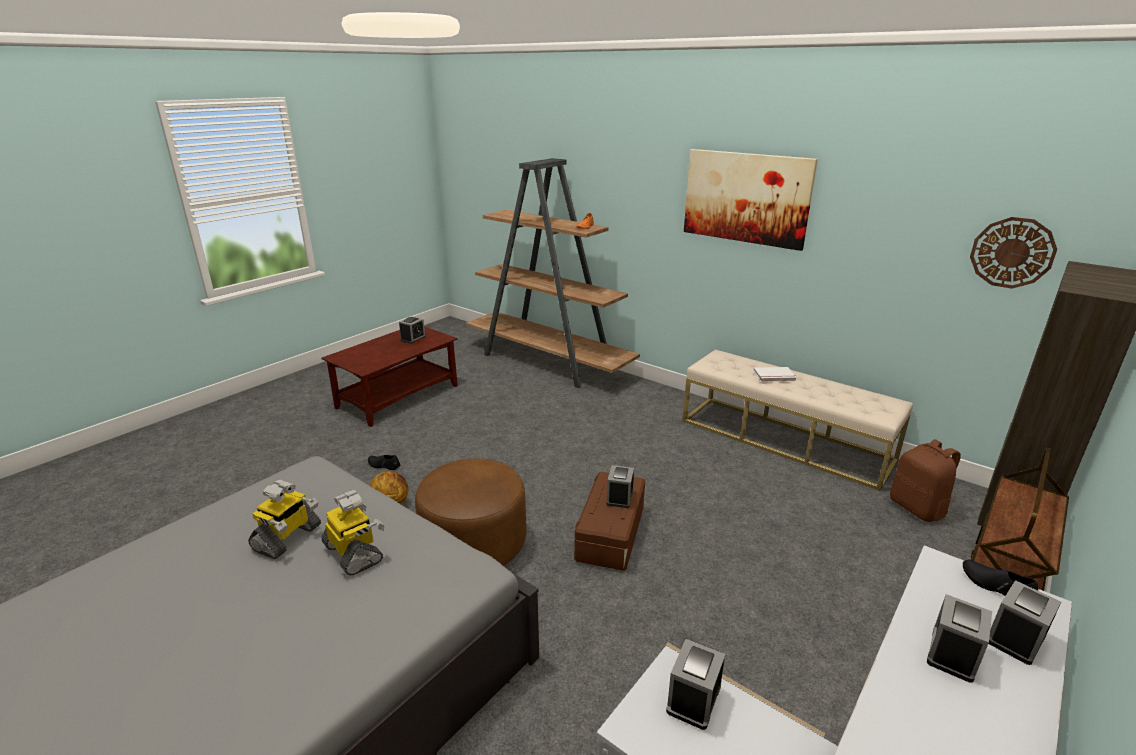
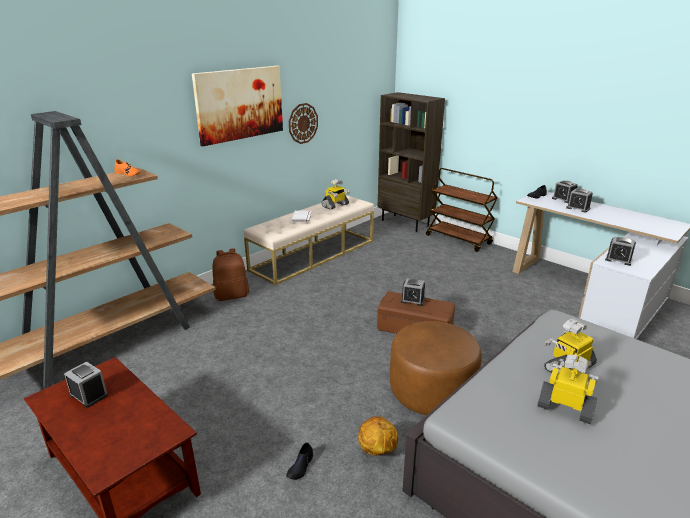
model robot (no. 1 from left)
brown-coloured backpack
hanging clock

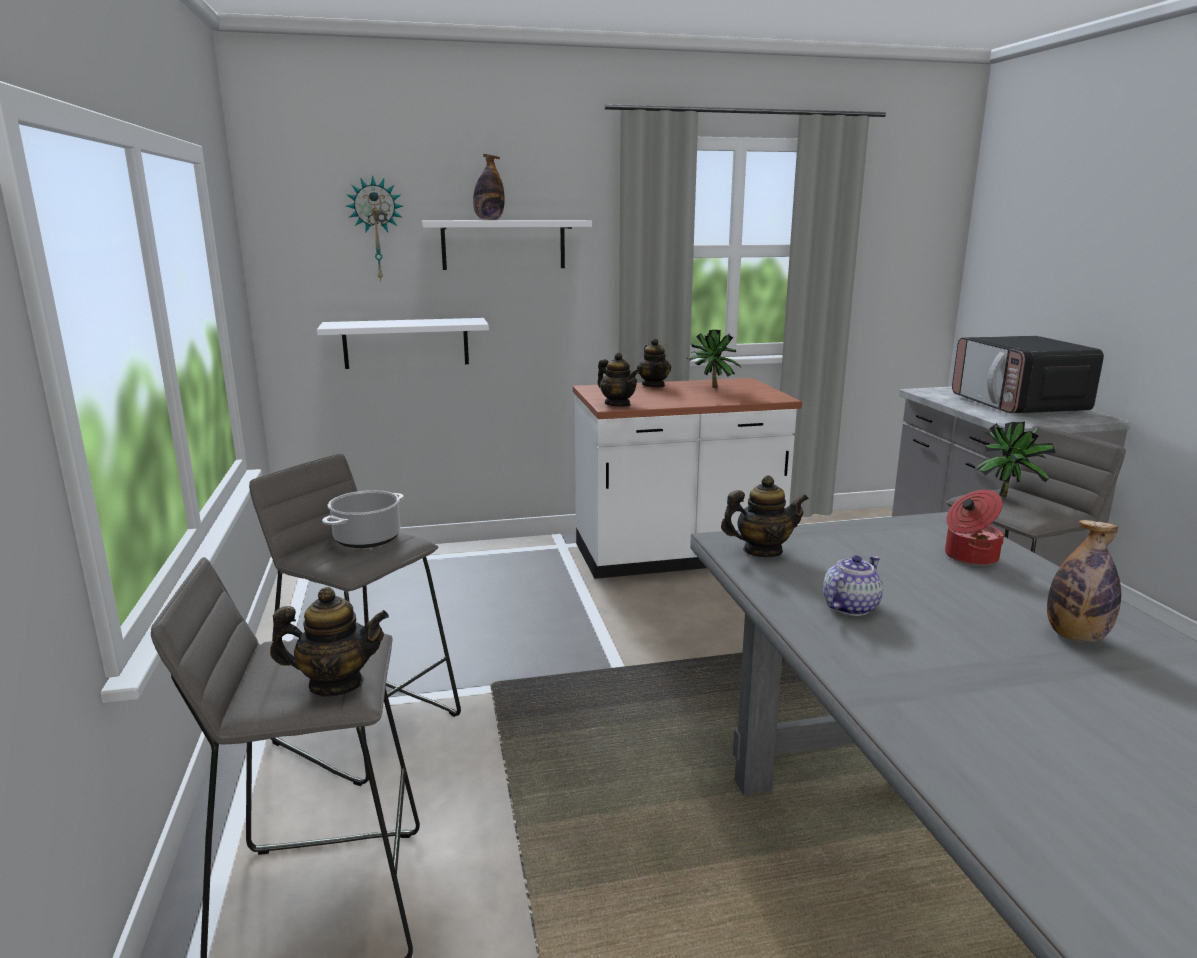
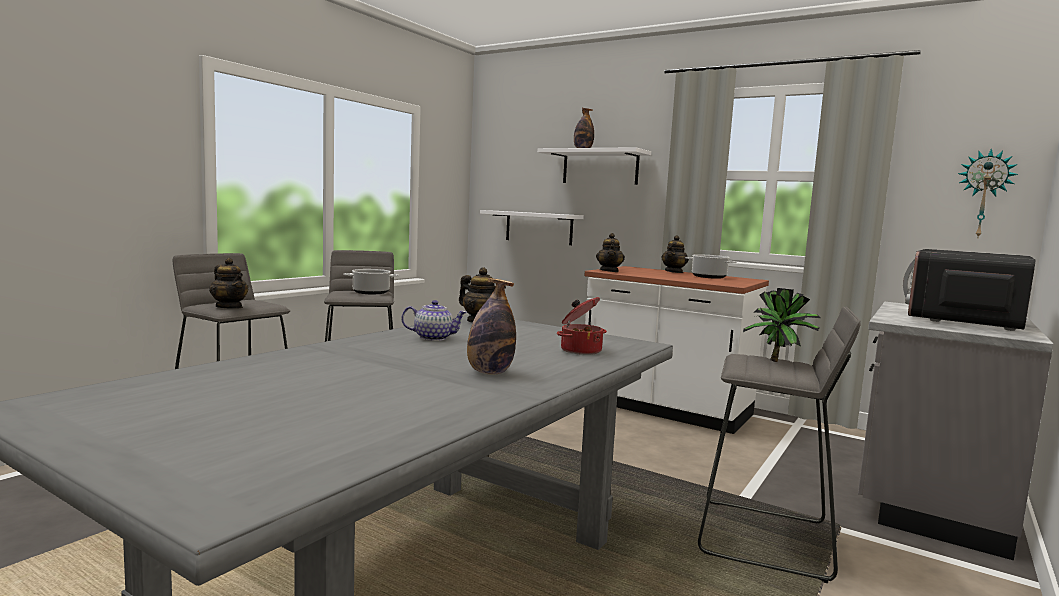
hanging clock
cooking pot (no. 3 from left)

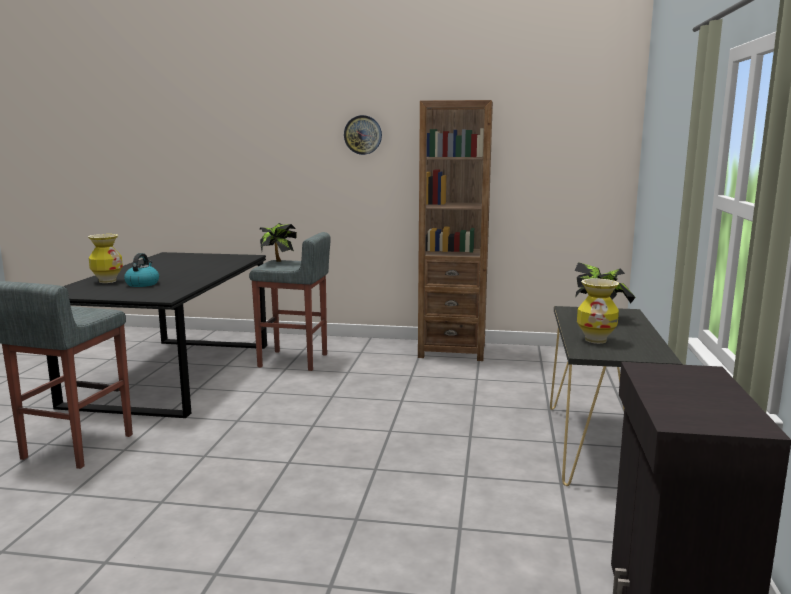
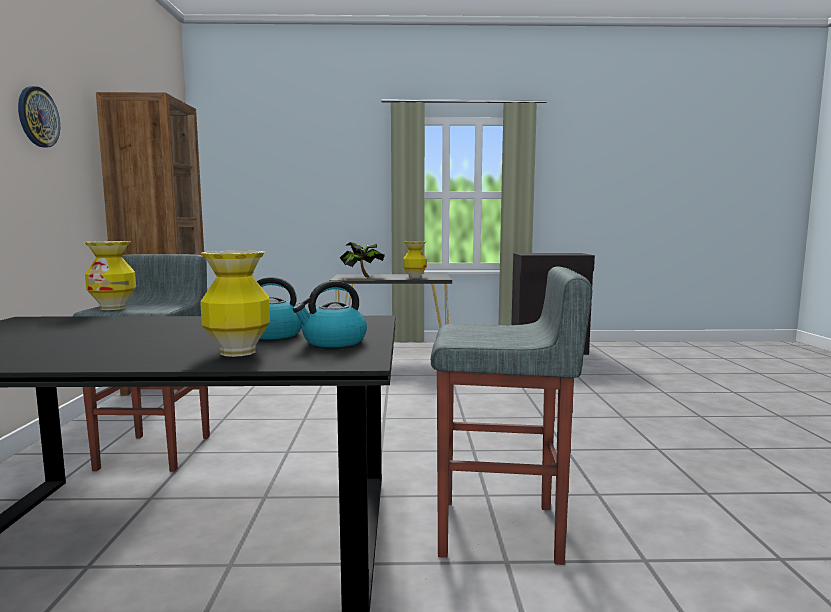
tea kettle (no. 2 from left)
vase (no. 1 from left)

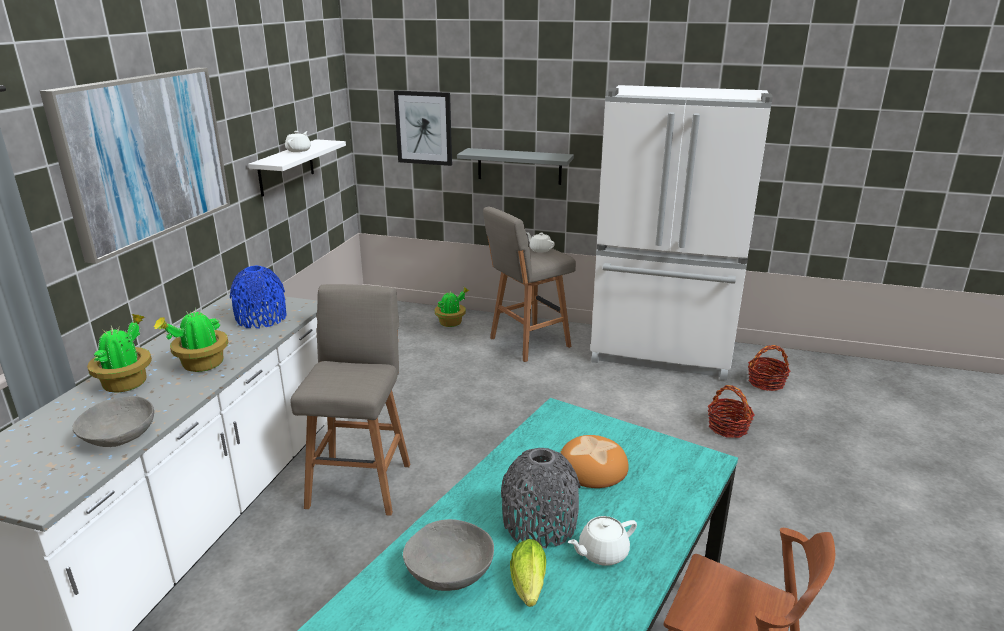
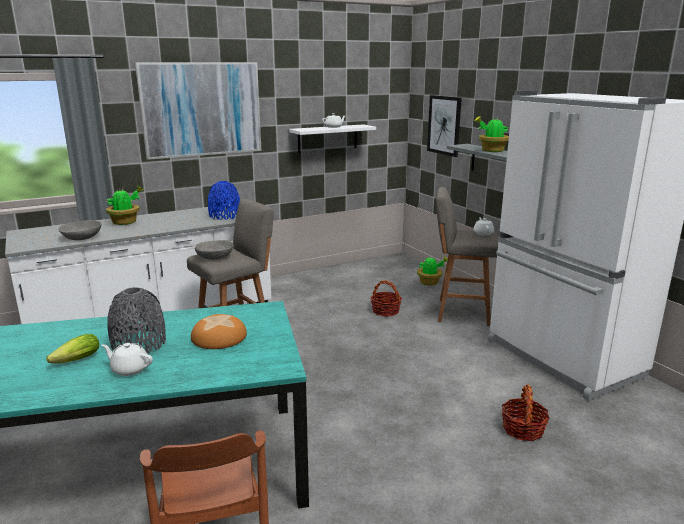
houseplant (no. 3 from left)
grey serving bowl (no. 2 from left)
household basket (no. 1 from left)

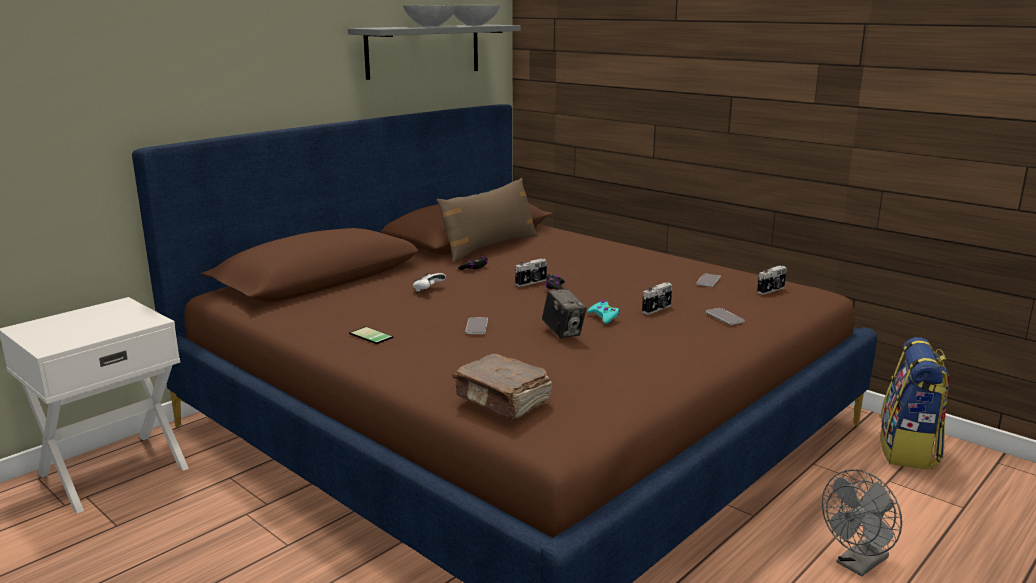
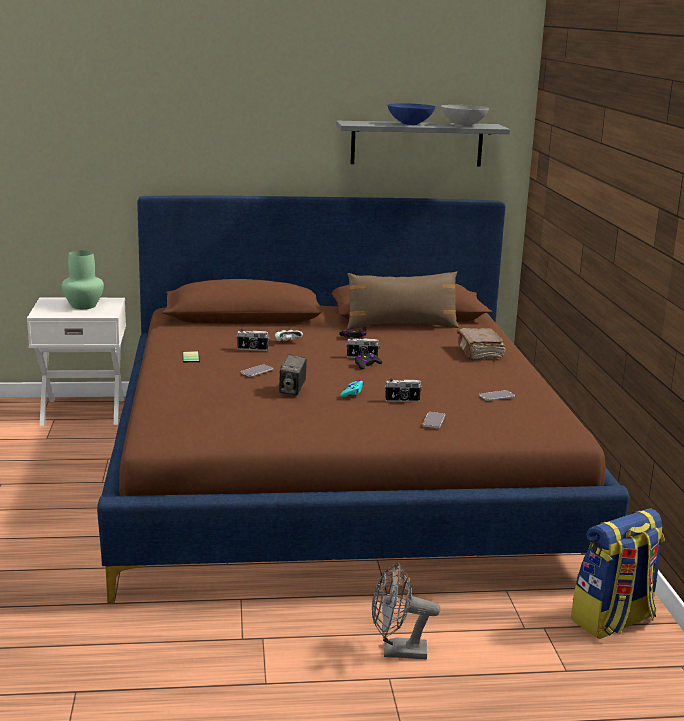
green-coloured vase
brown-coloured book
still camera (no. 1 from left)
blue-coloured serving bowl

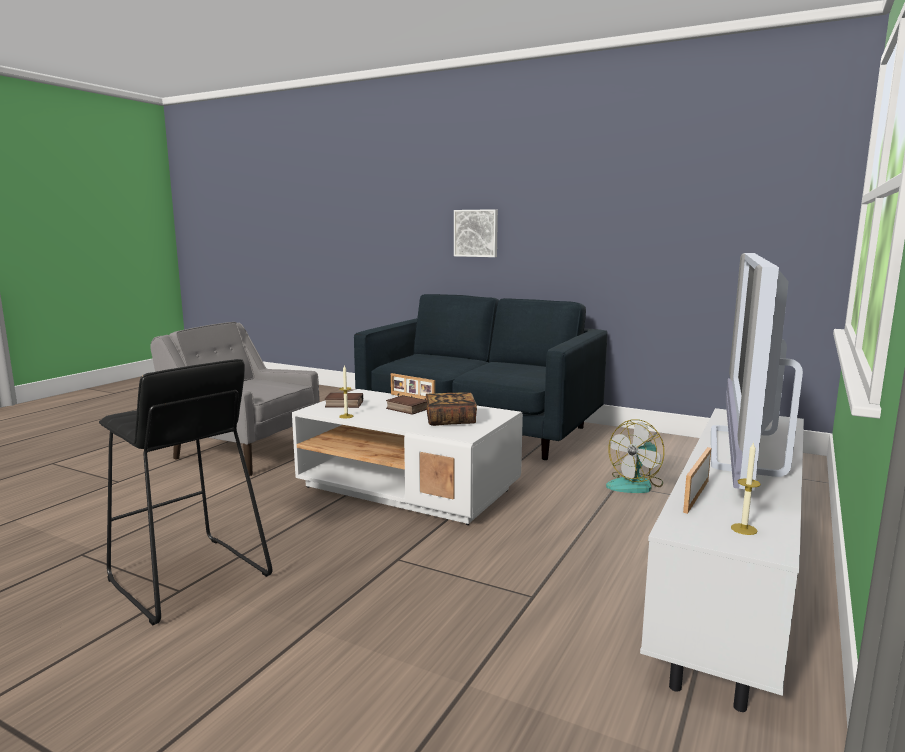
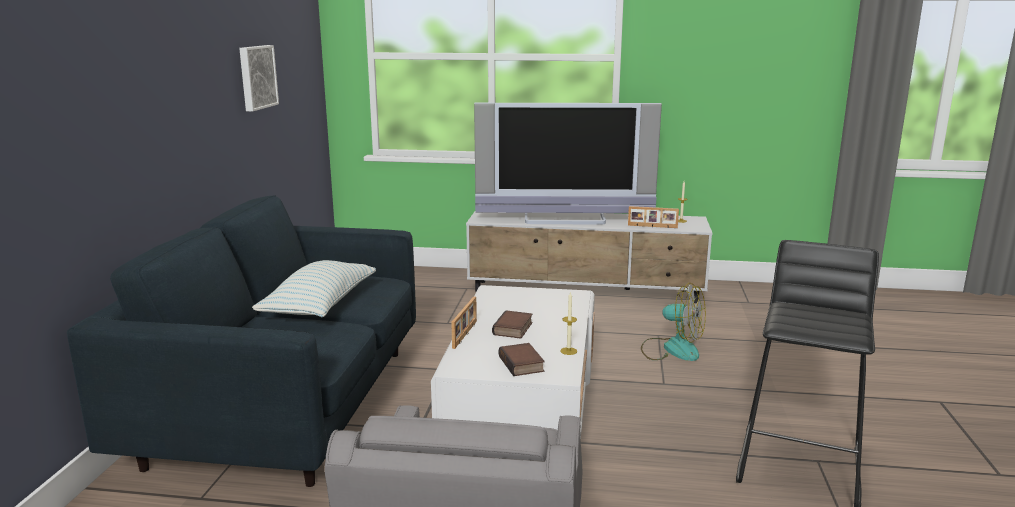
book (no. 3 from left in the first image)
throw pillow
wall picture
cooling fan

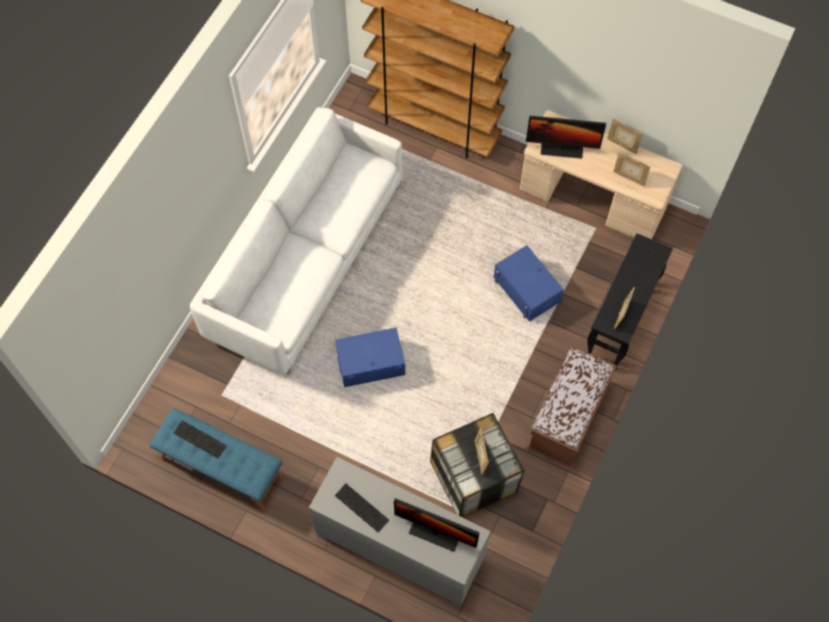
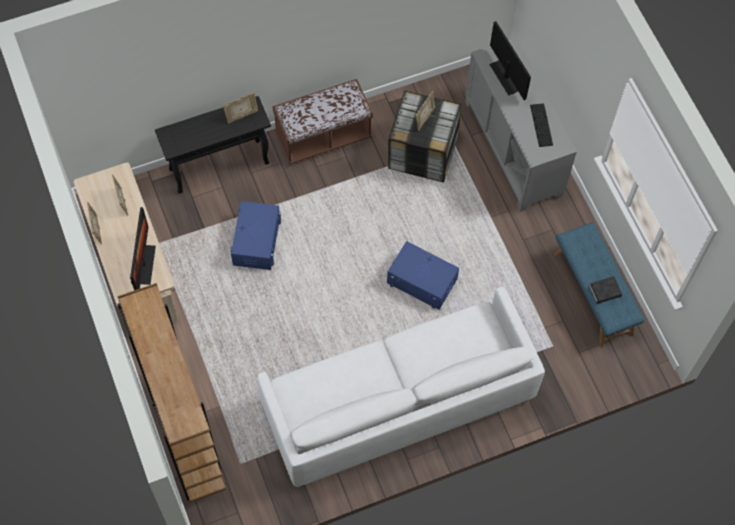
black book
computer screen (no. 1 from left)

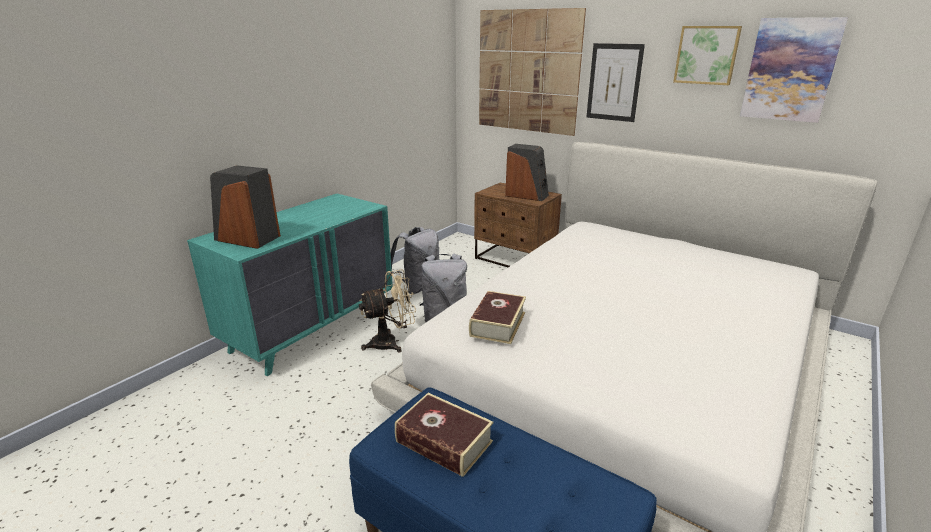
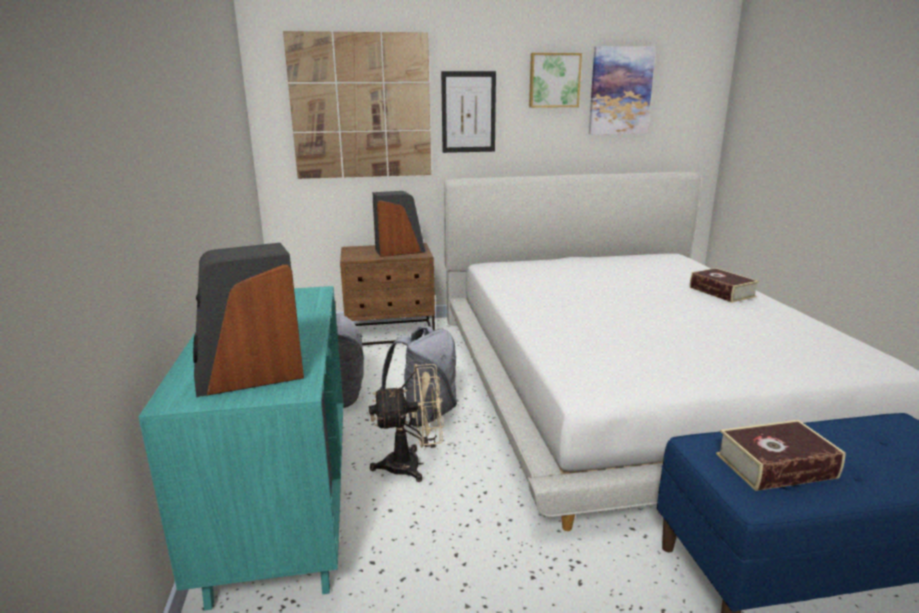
book (no. 1 from left)
beige cooling fan

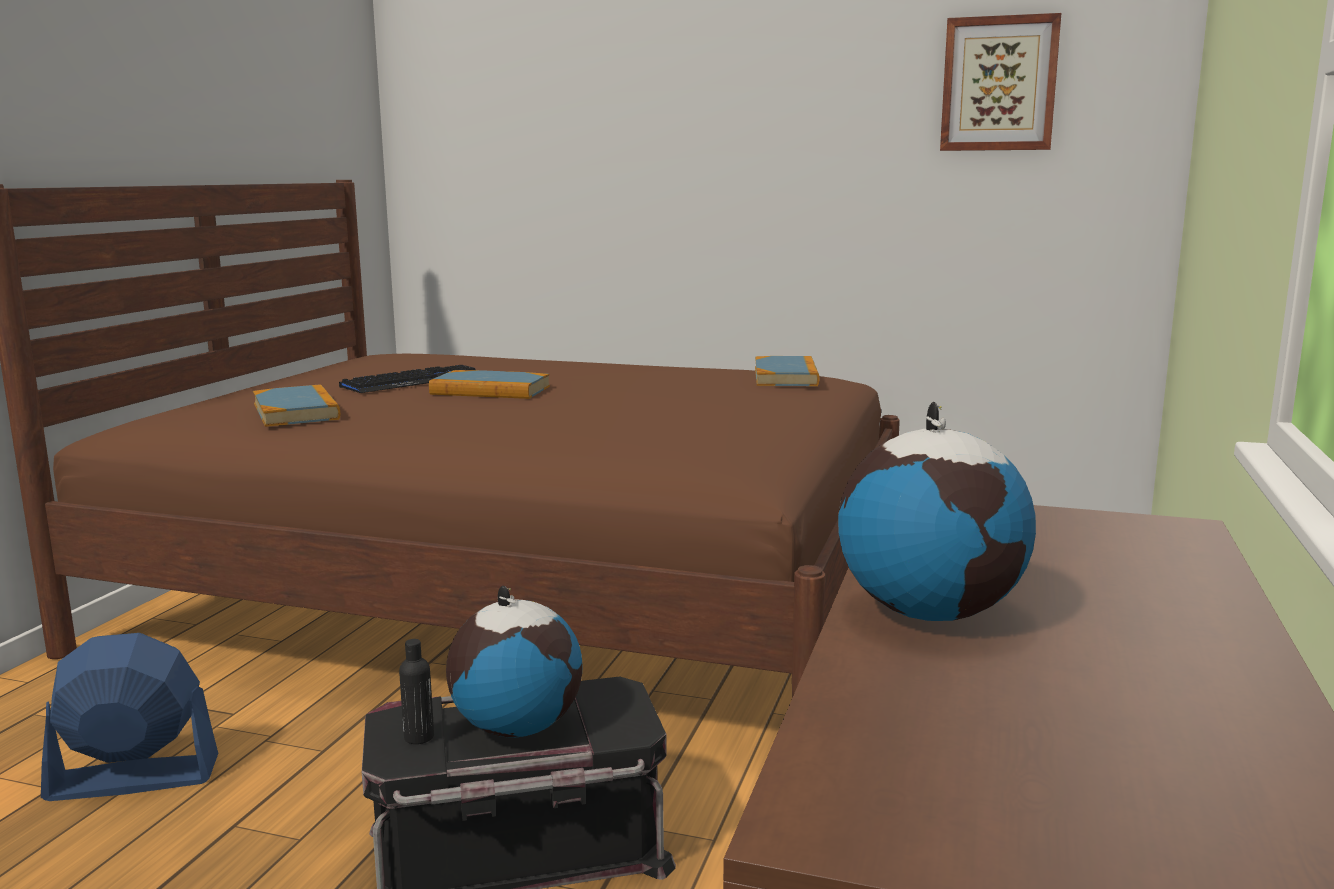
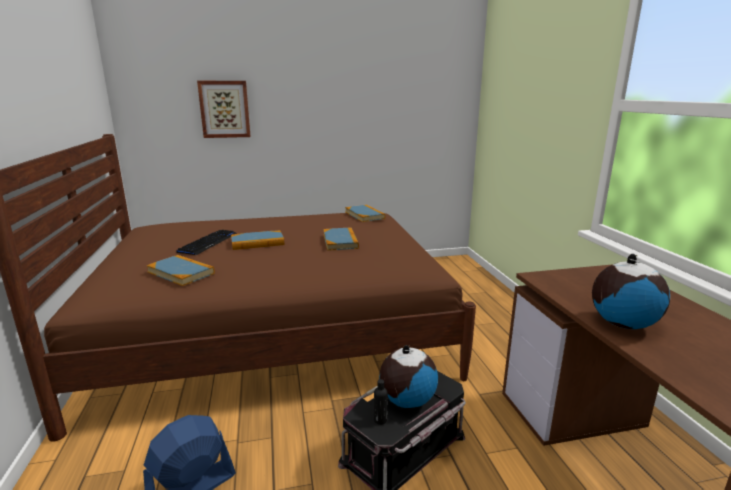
book (no. 3 from left)
wall picture

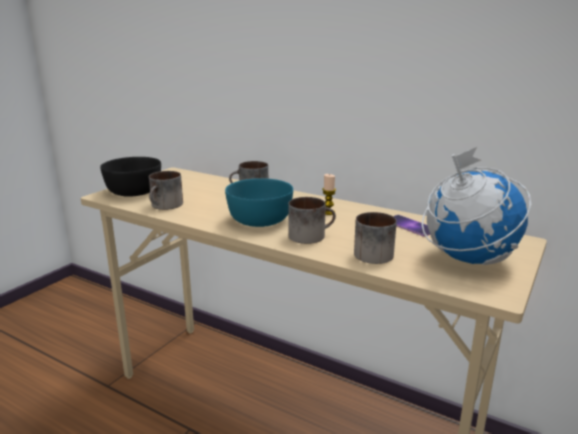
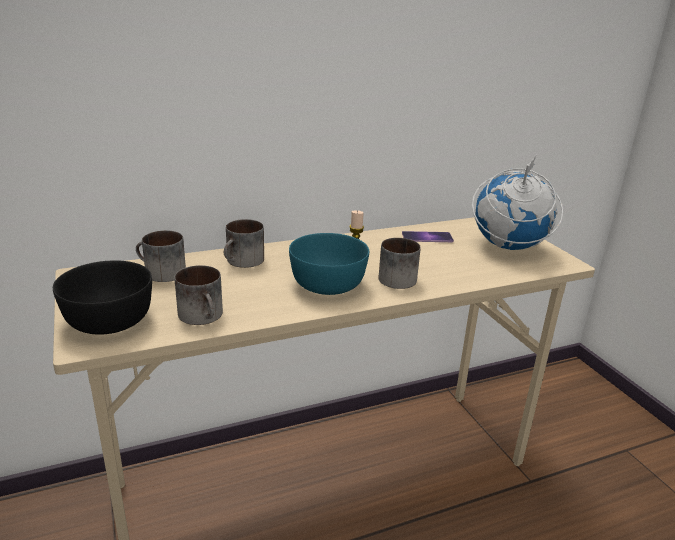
mug (no. 1 from left)

